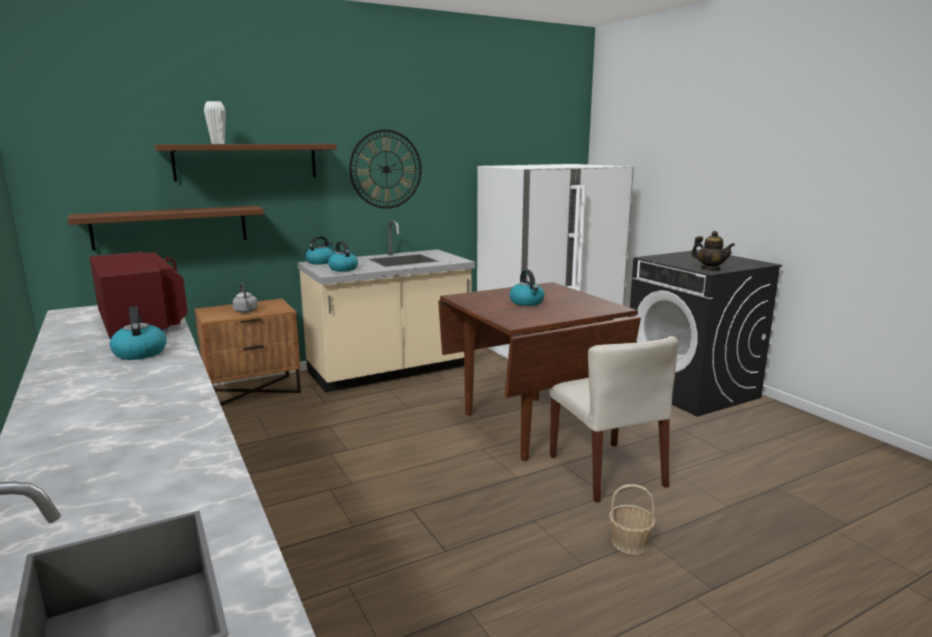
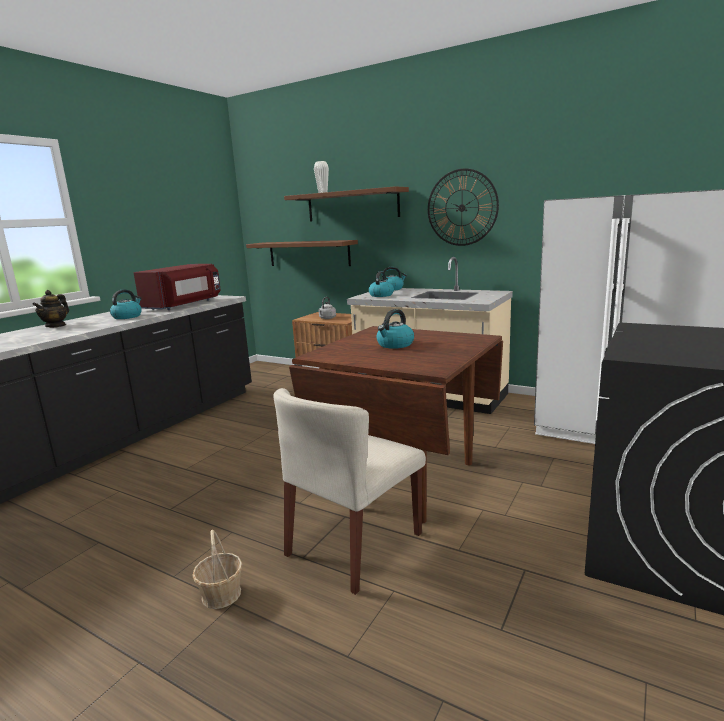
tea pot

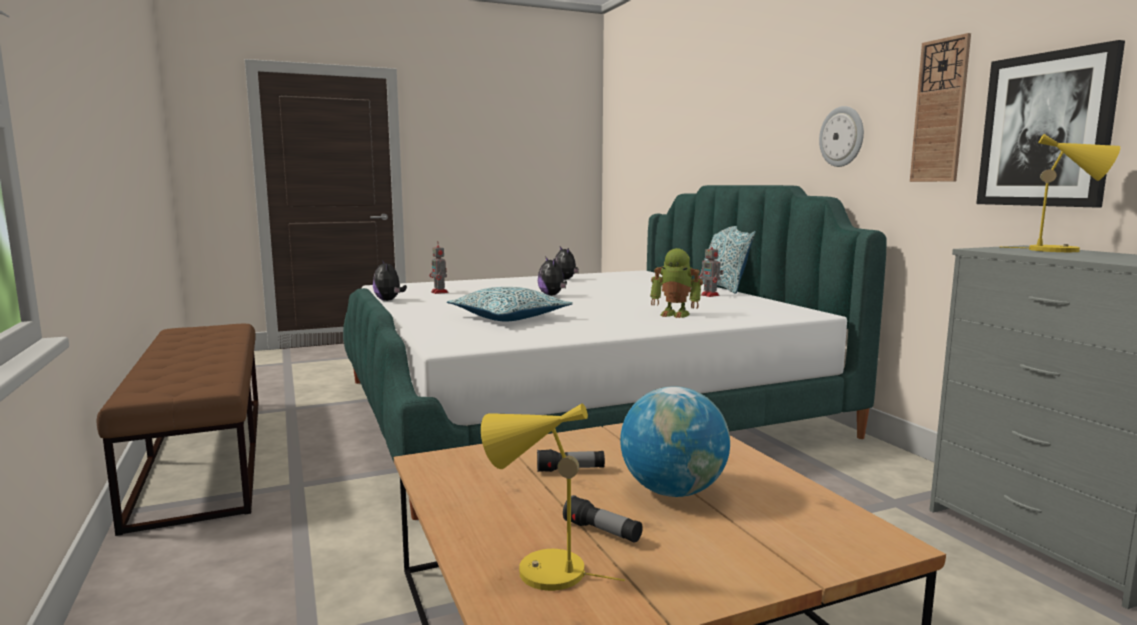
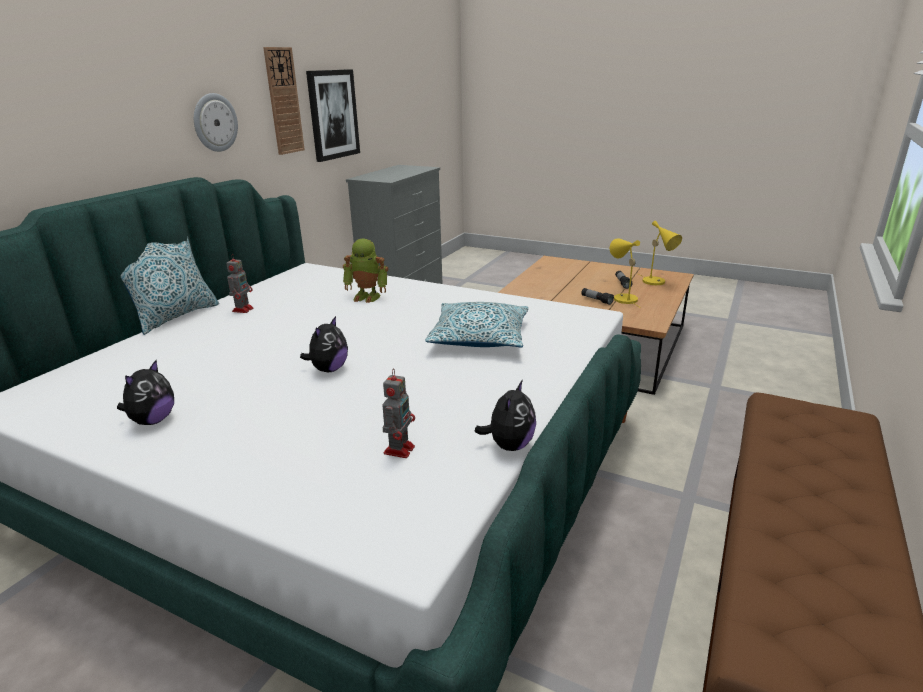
desk globe
yellow tabletop lamp (no. 1 from left)
model robot (no. 2 from left)

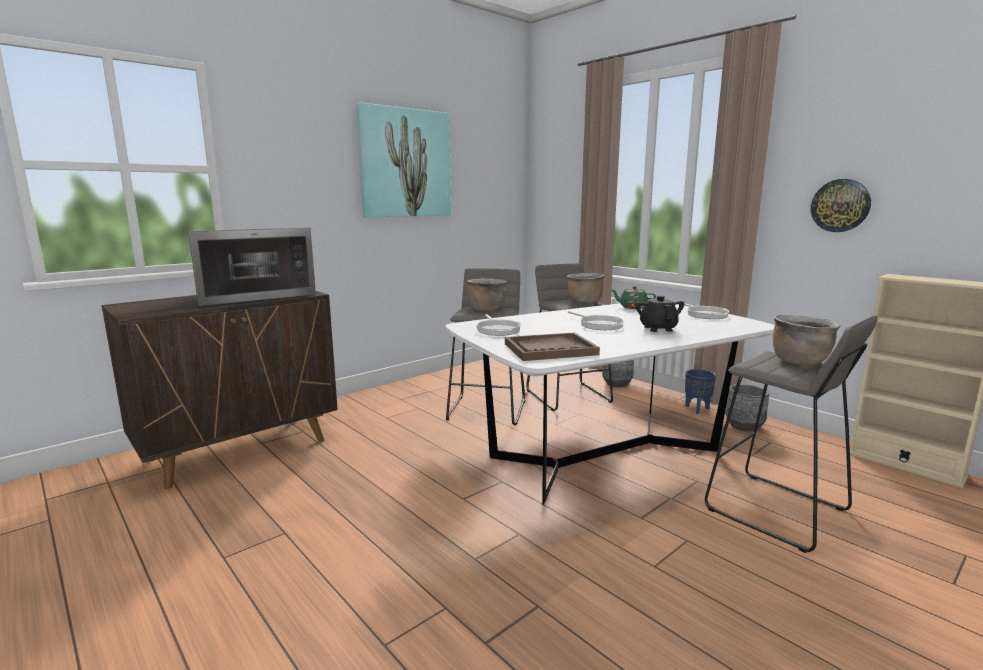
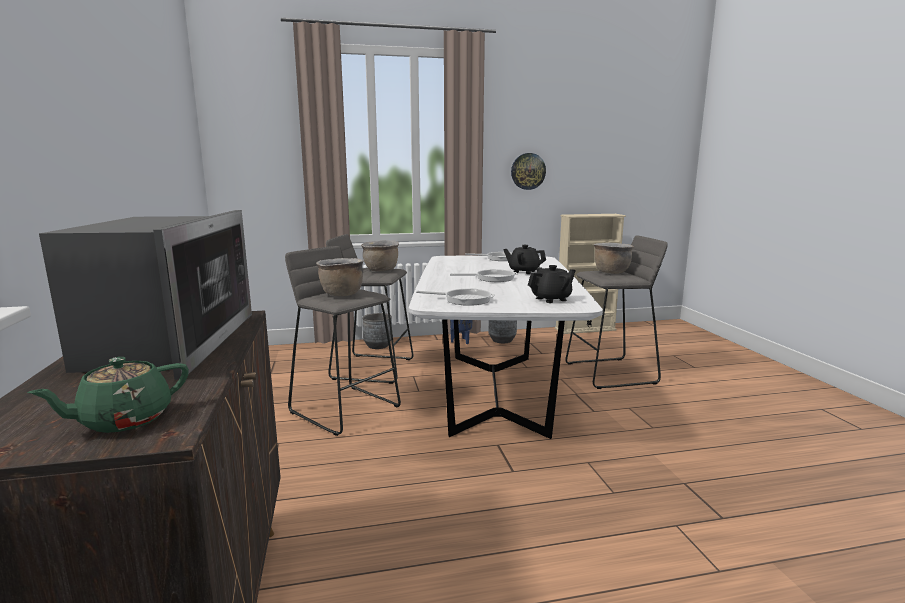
wall picture
green-coloured tea pot
black tea pot (no. 2 from left)

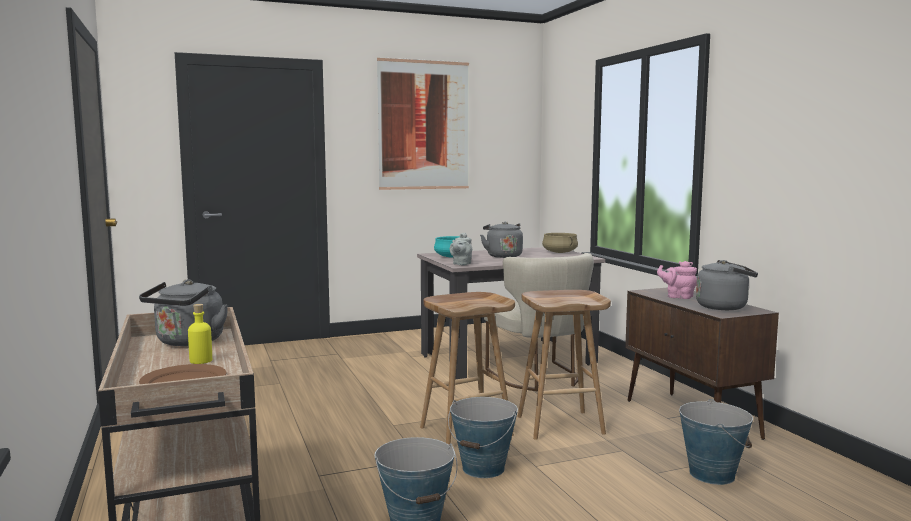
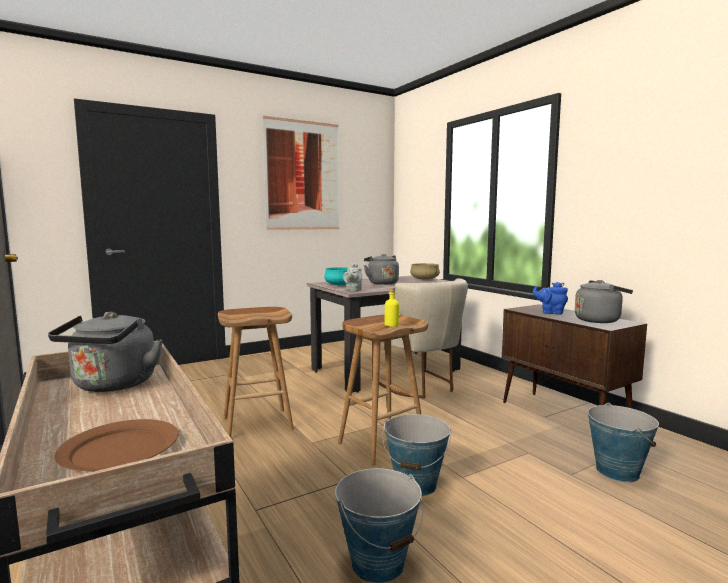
yellow beverage bottle
brown-coloured sitting stool (no. 1 from left)
blue-coloured tea pot

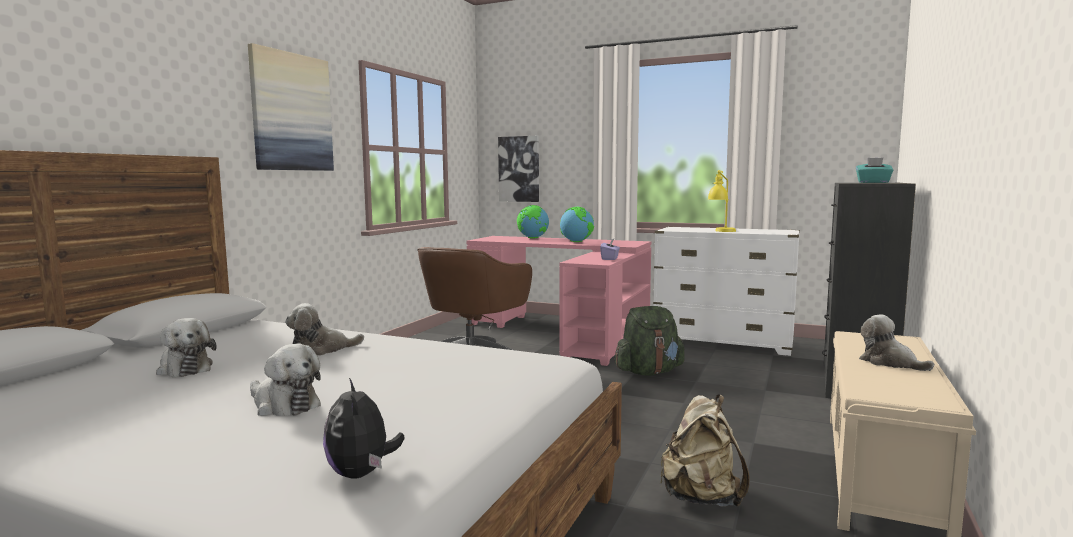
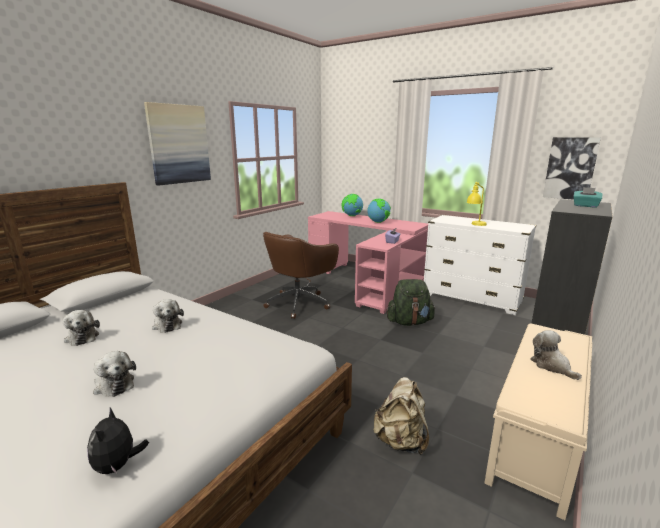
wall picture (no. 2 from left)
soft toy (no. 4 from left)

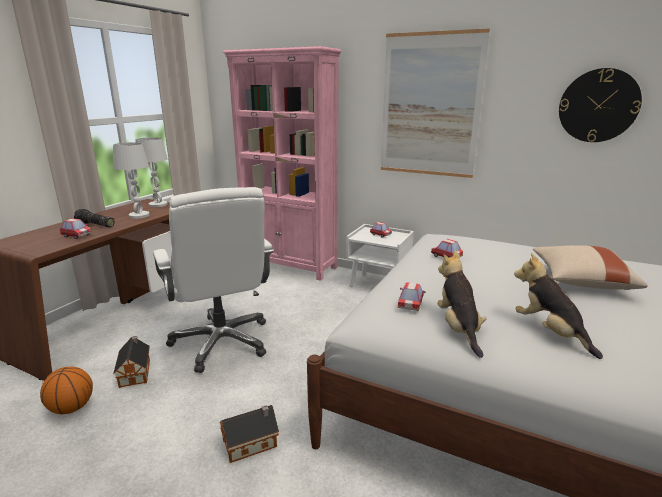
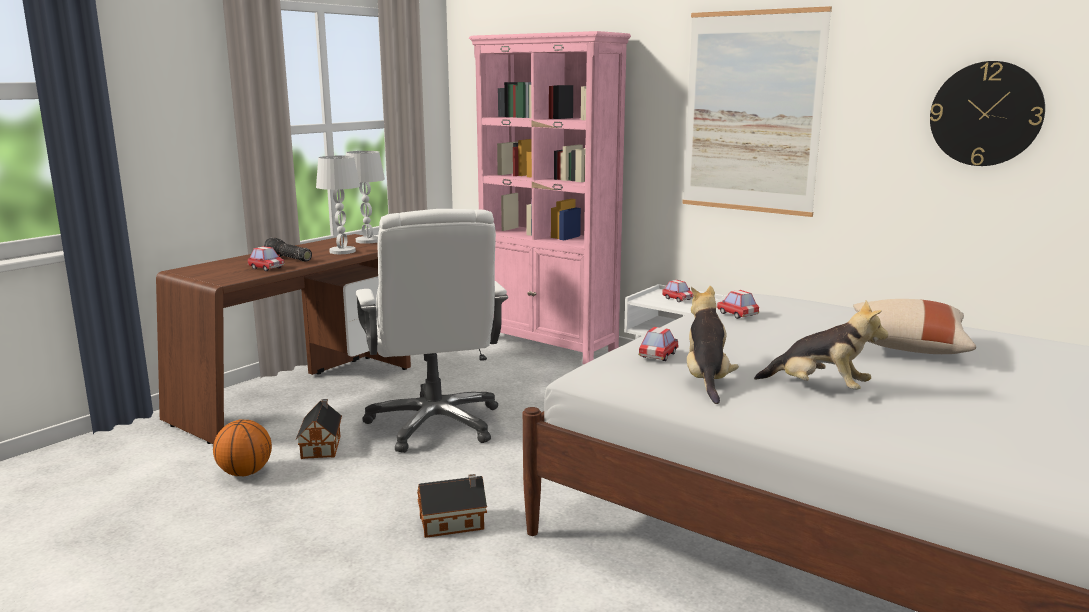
soft toy (no. 2 from left)

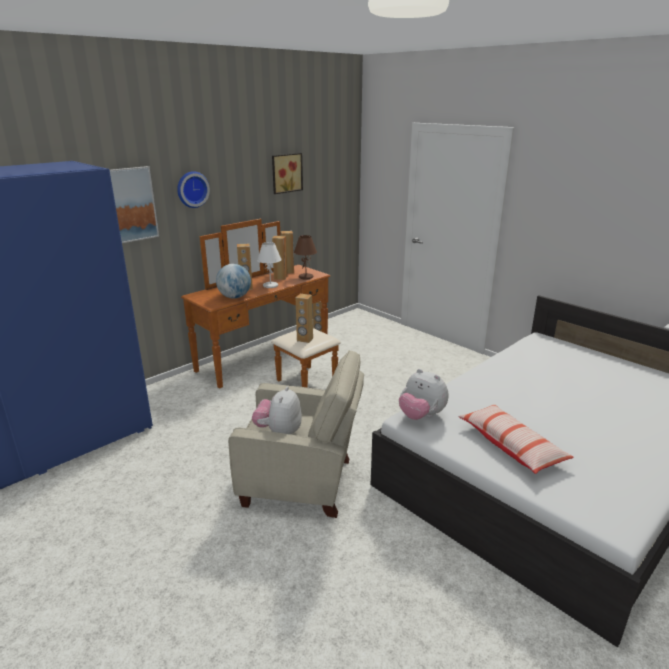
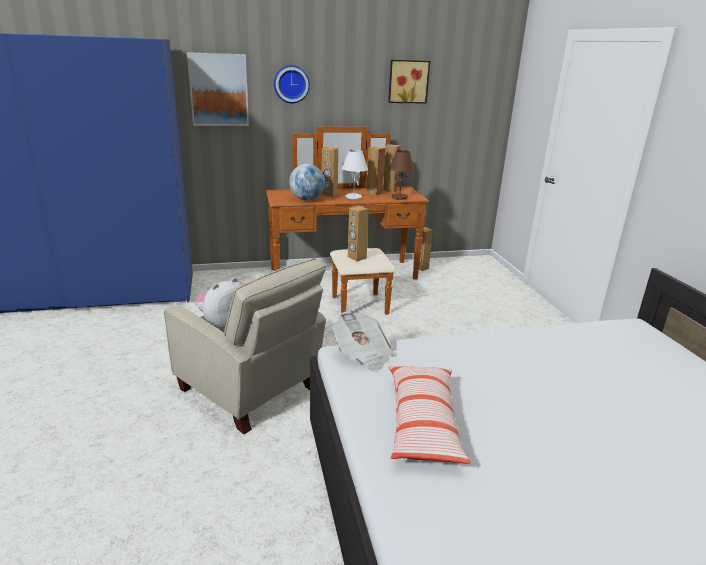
daily paper

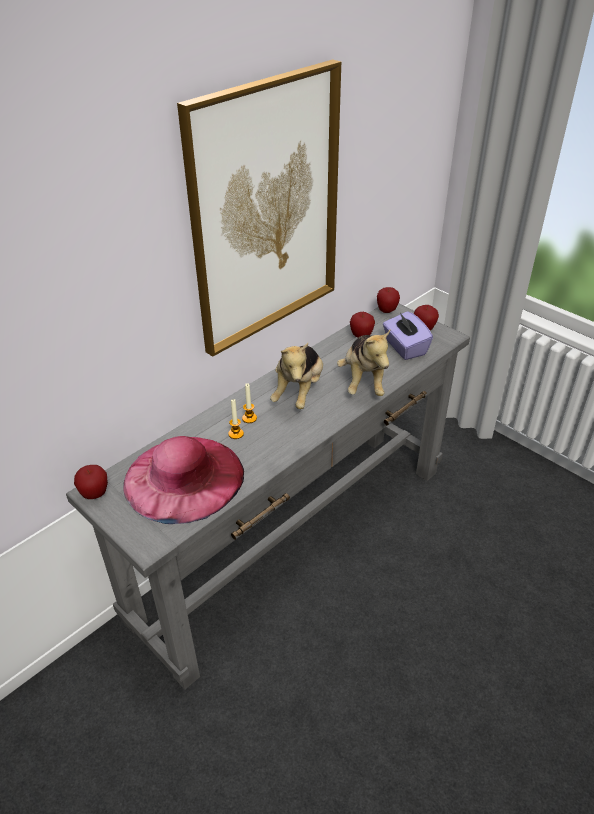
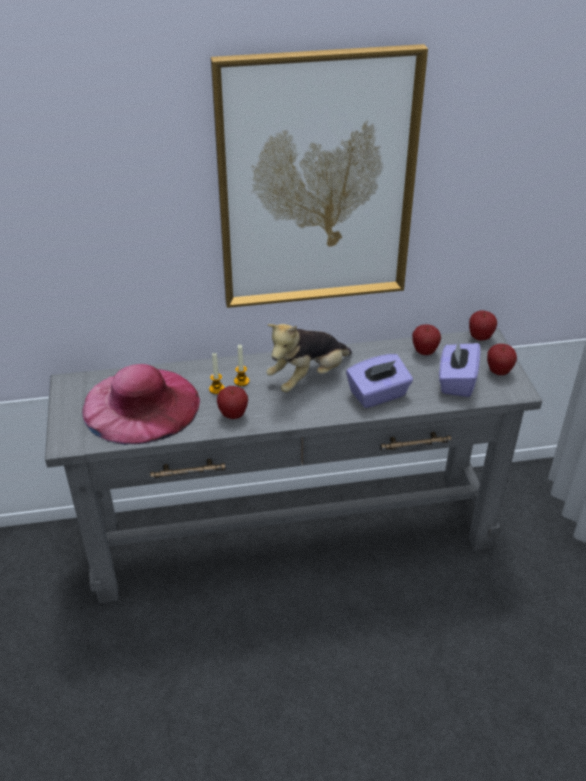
whole apple (no. 1 from left)
purple-coloured box of tissues (no. 1 from left)

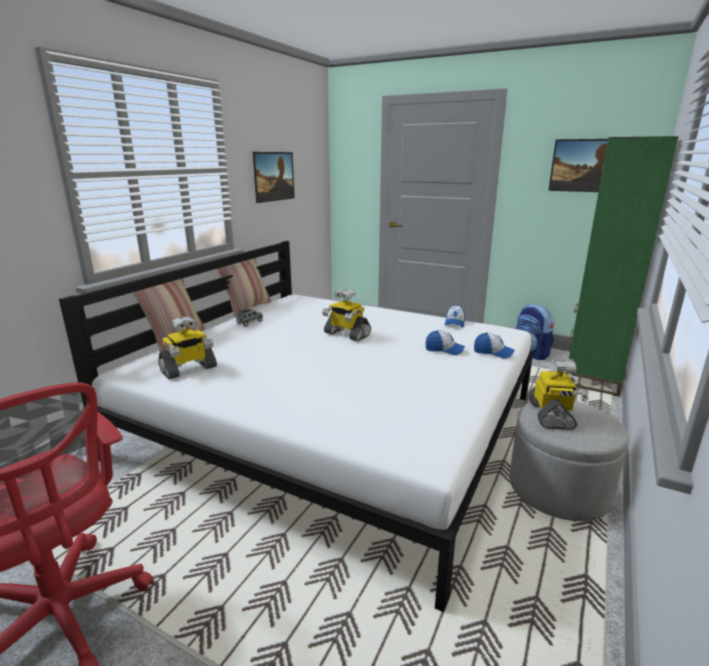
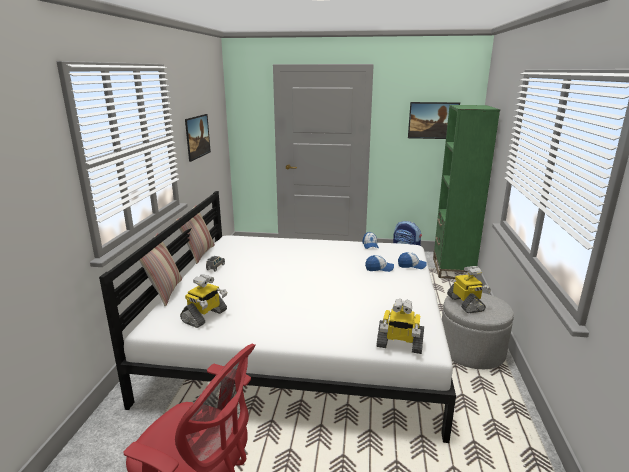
model robot (no. 2 from left)

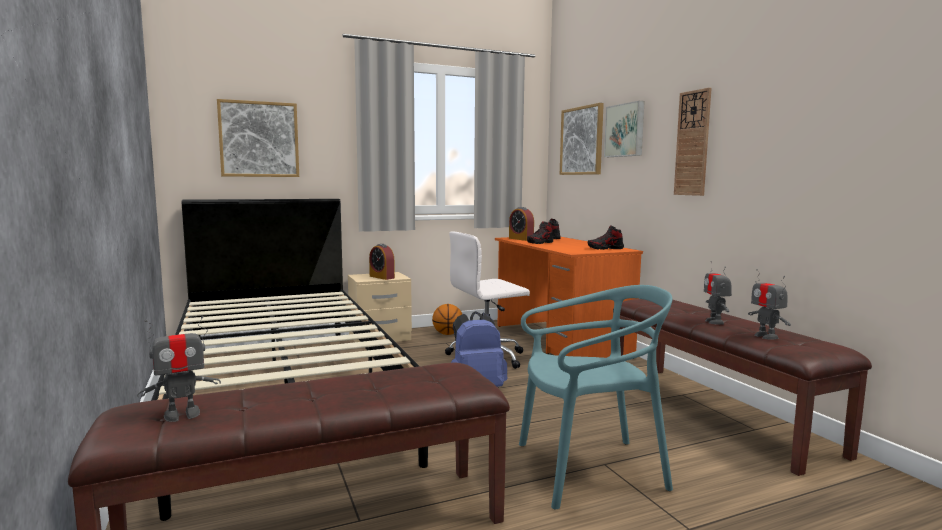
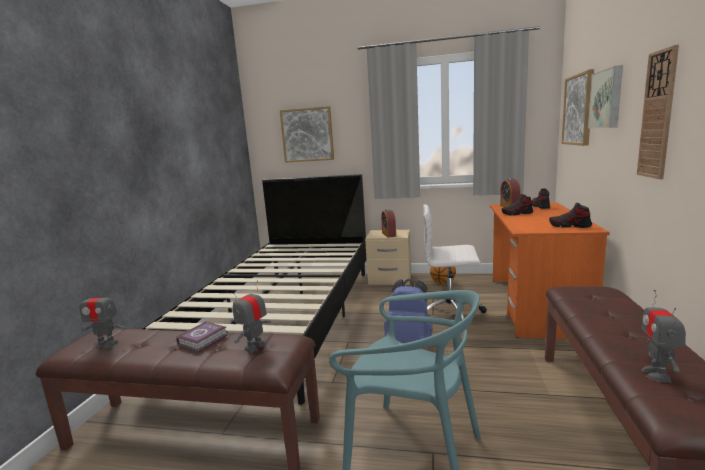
book
model robot (no. 2 from left)

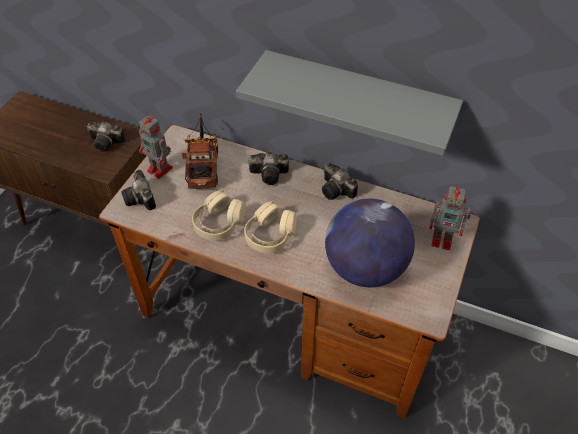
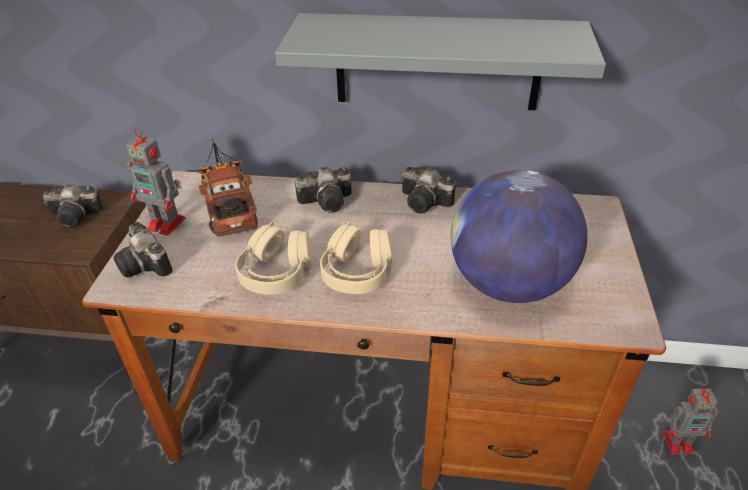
model robot (no. 2 from left)

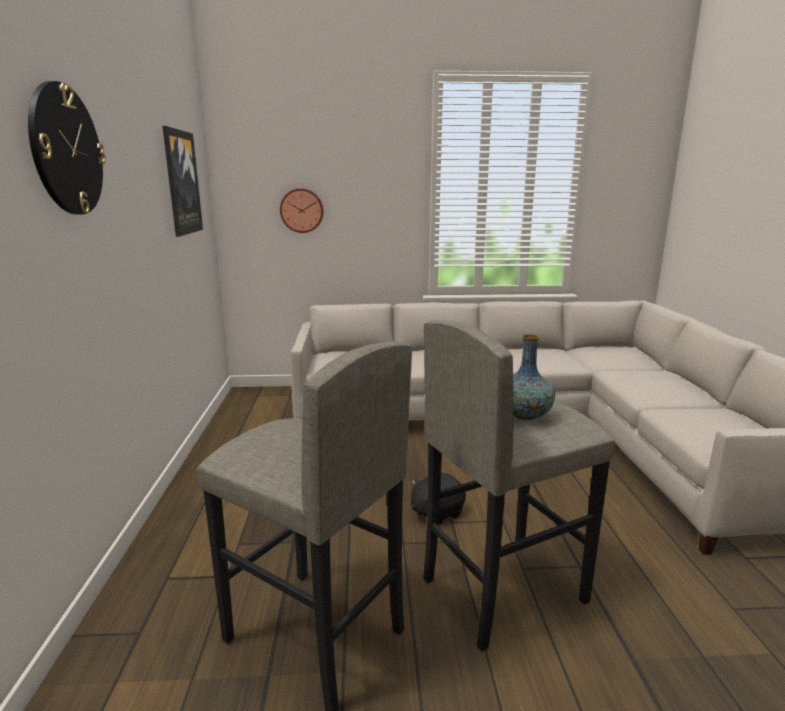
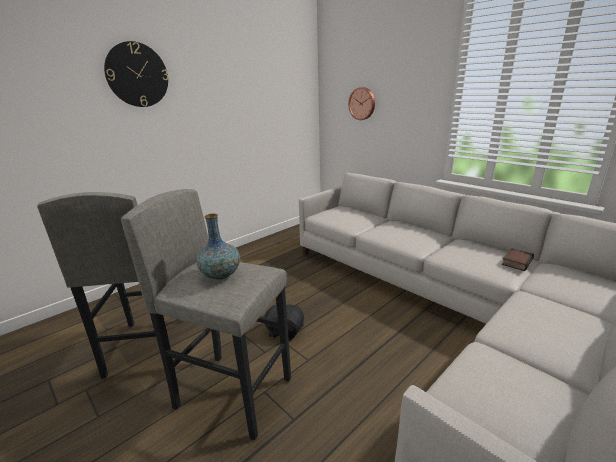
wall picture
book

